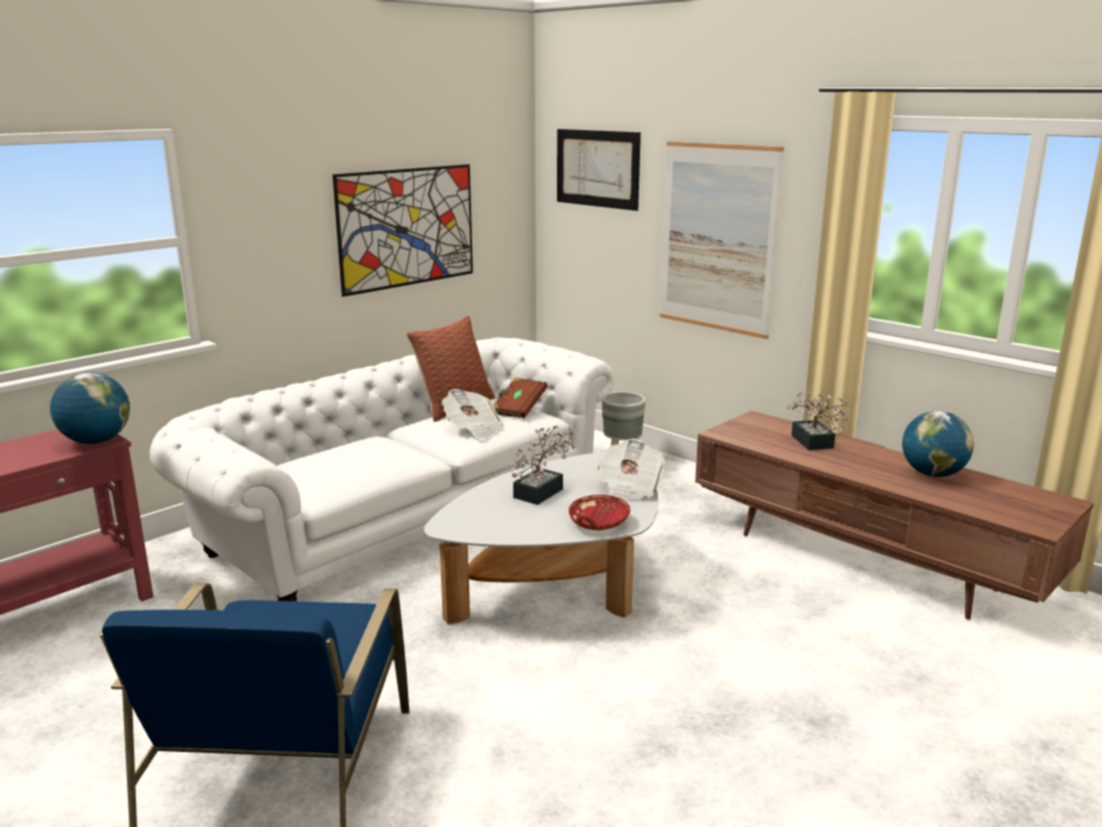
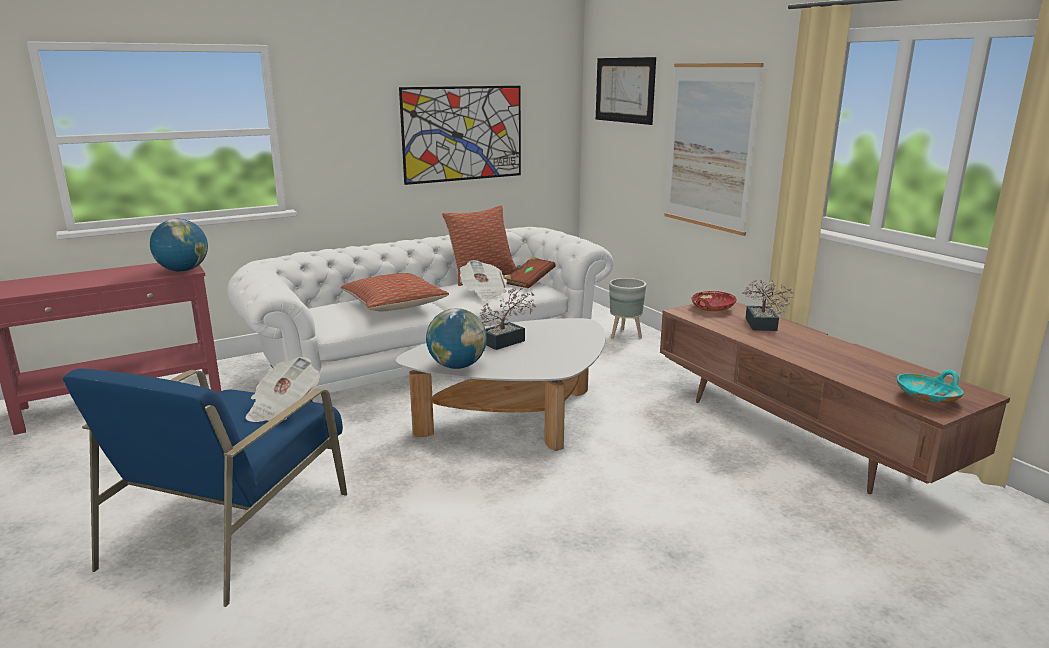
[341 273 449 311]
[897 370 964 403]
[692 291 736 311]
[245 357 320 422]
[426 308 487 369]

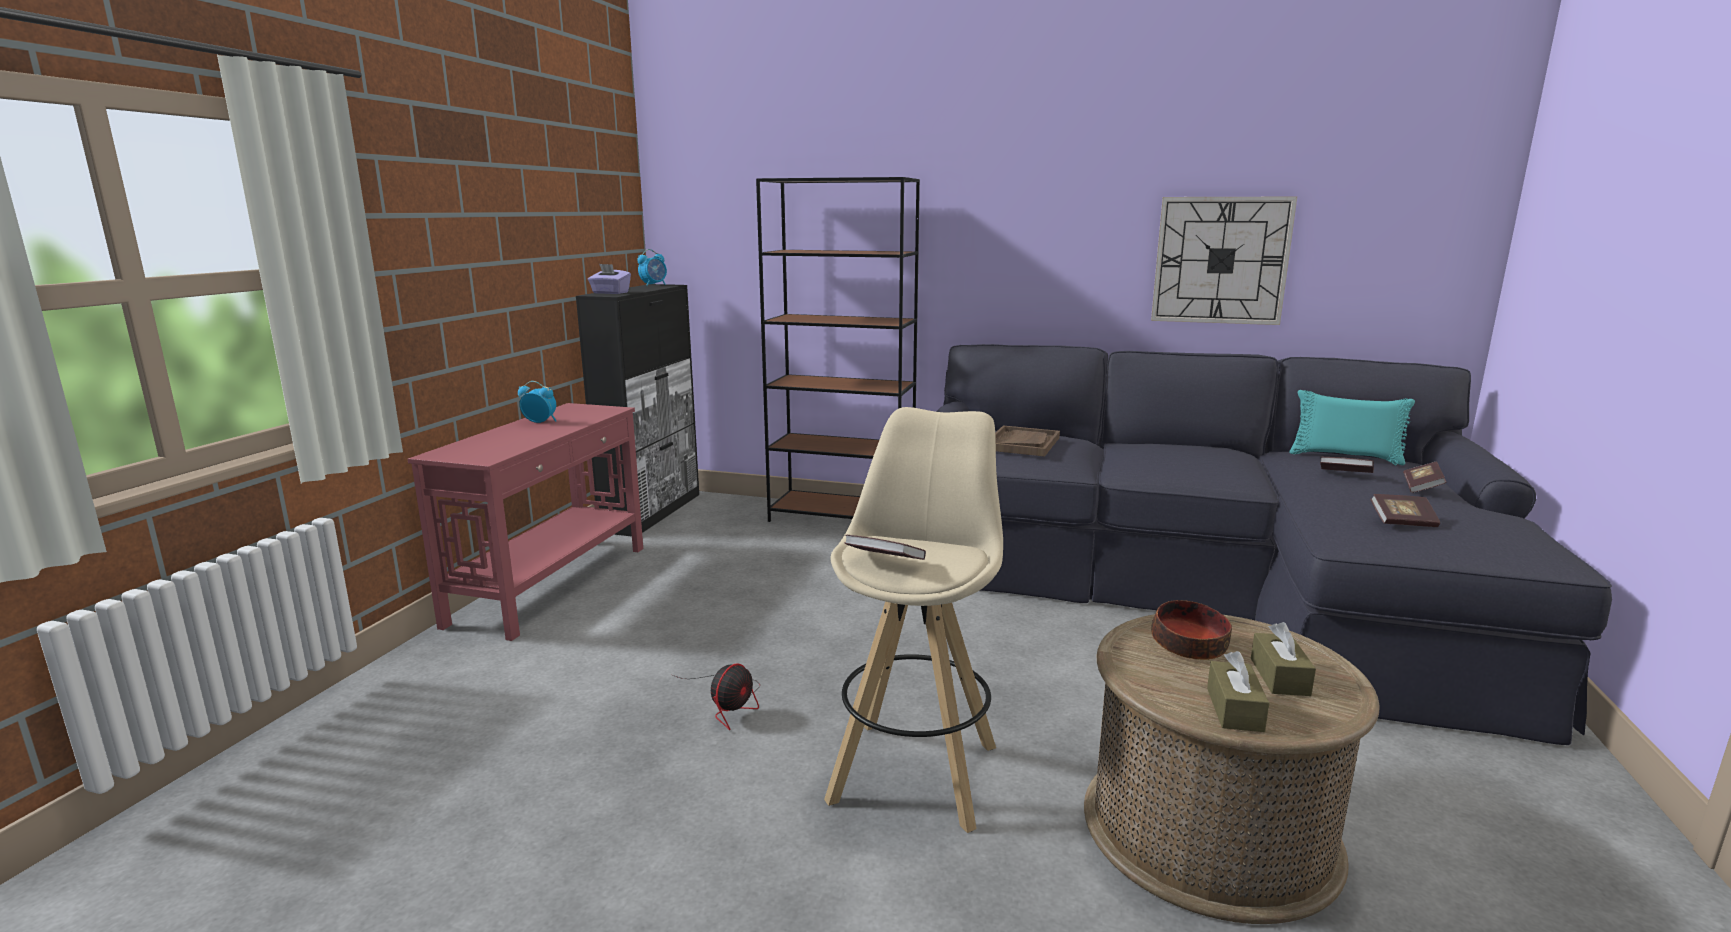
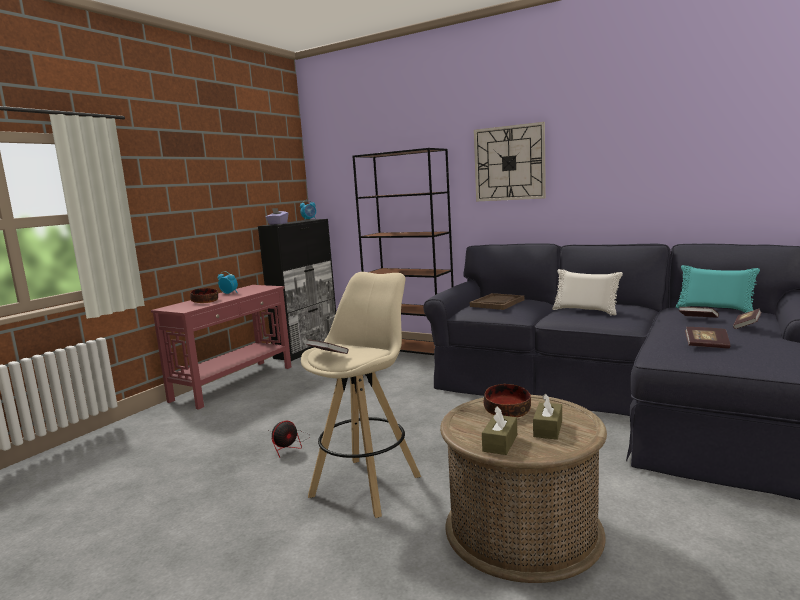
[190 288 218 303]
[552 269 623 315]
[474 122 546 202]

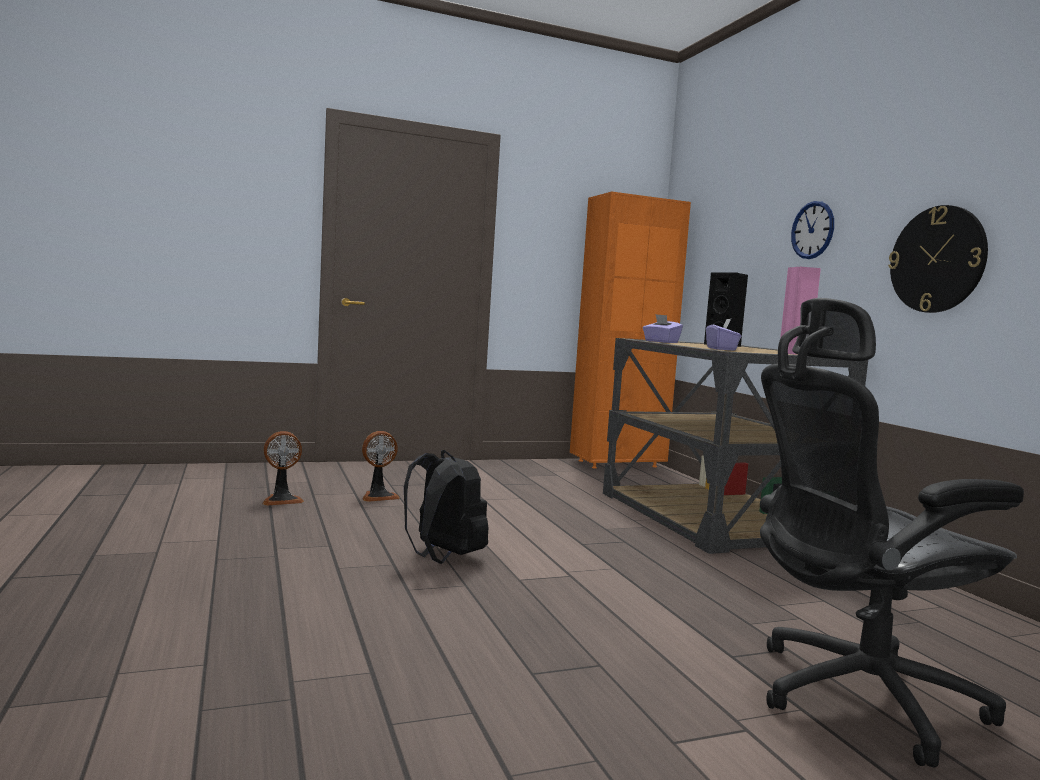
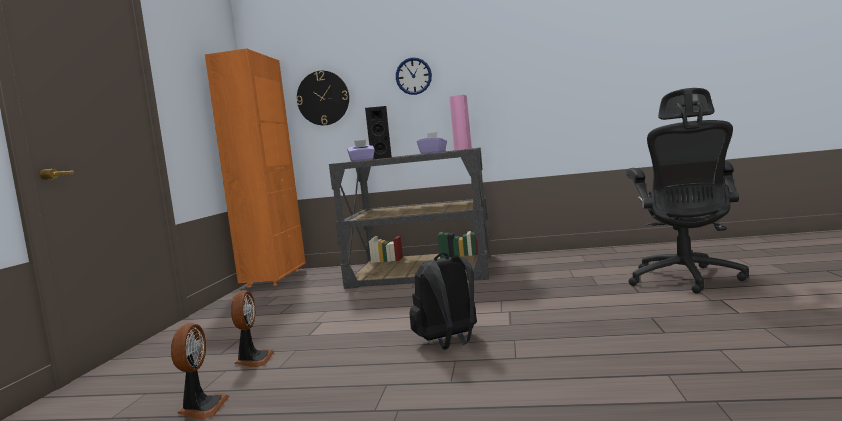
[296 71 349 125]

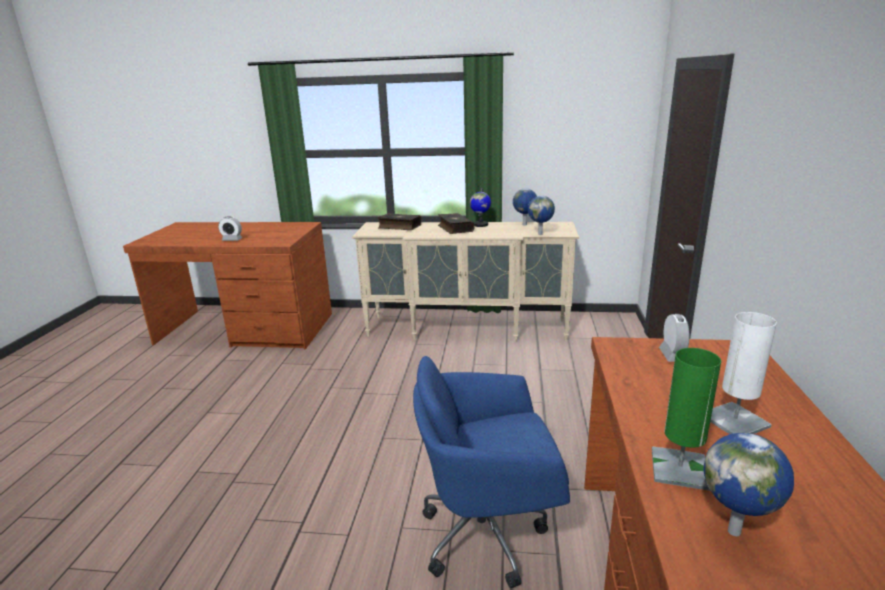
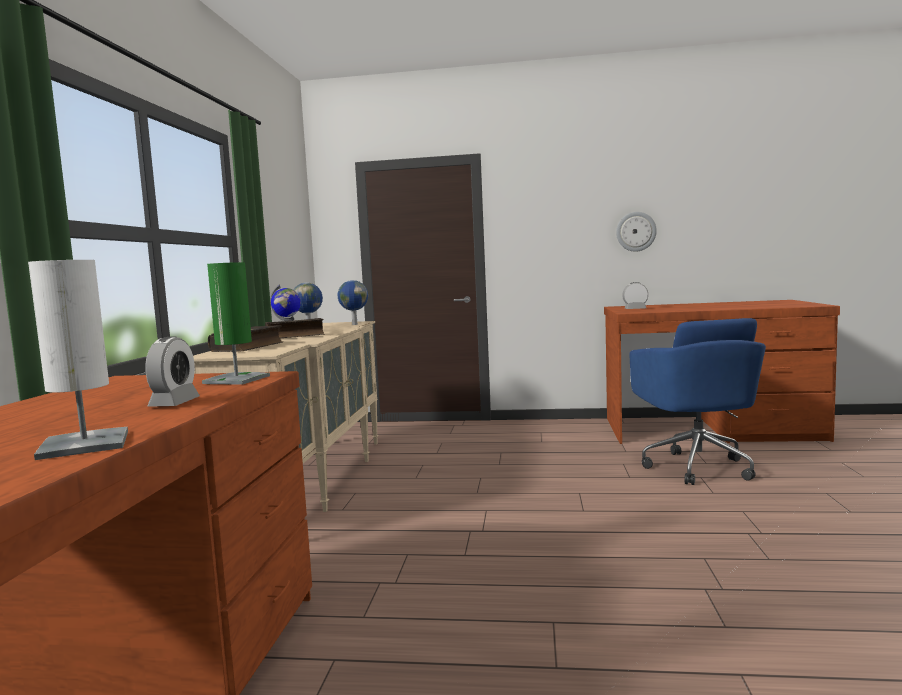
[703 433 794 536] (first image)
[616 212 657 252]
[202 262 270 385]
[28 260 128 460]

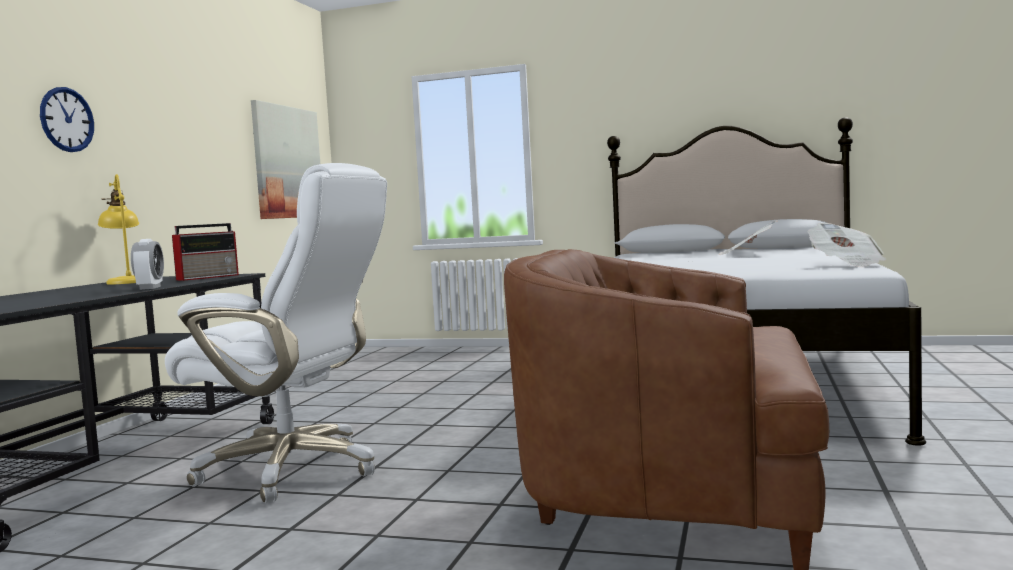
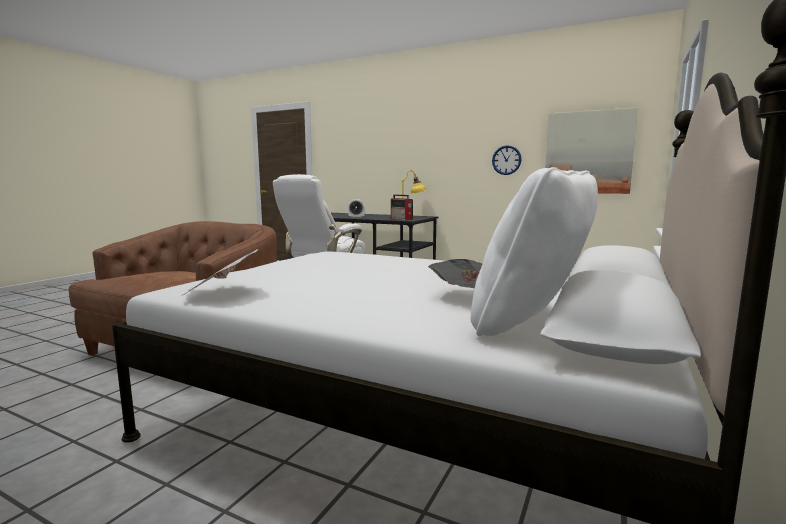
[470 167 598 336]
[492 145 521 175]

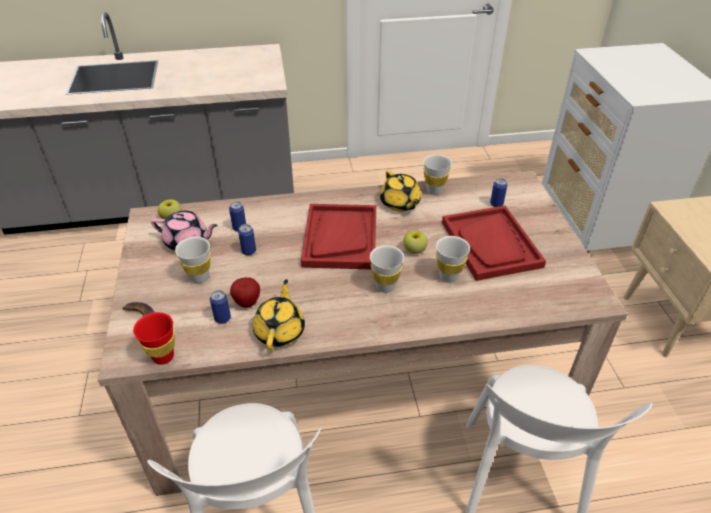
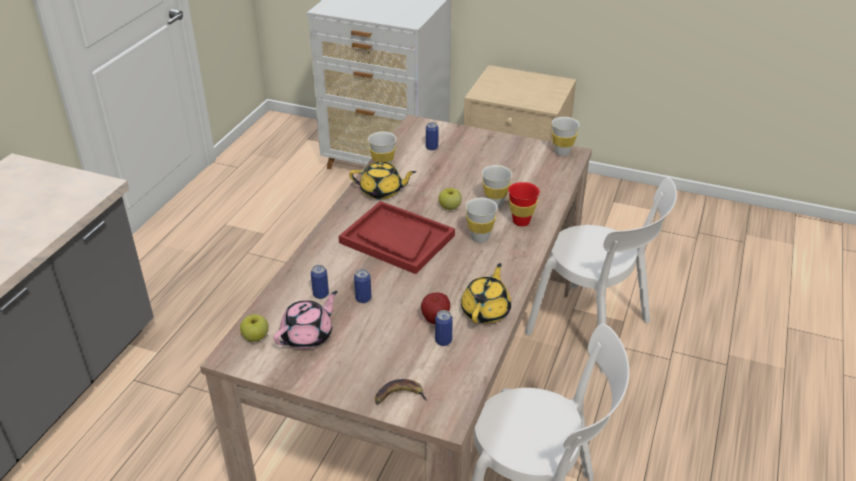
[442 206 546 281] (first image)
[508 182 540 226]
[552 117 580 156]
[461 263 511 324]

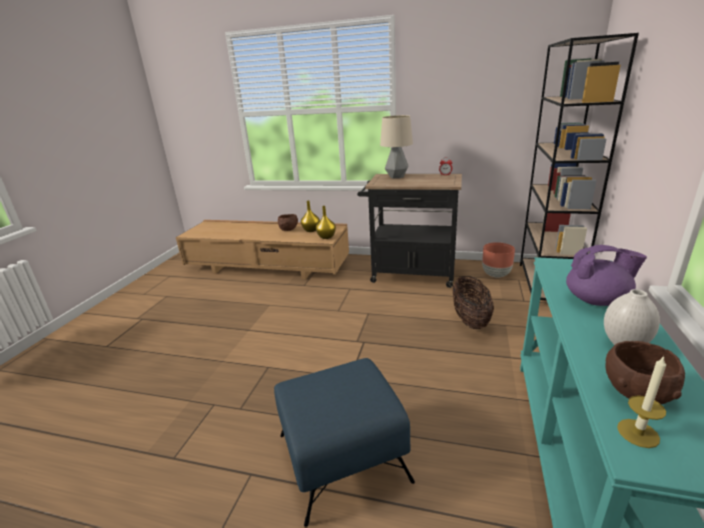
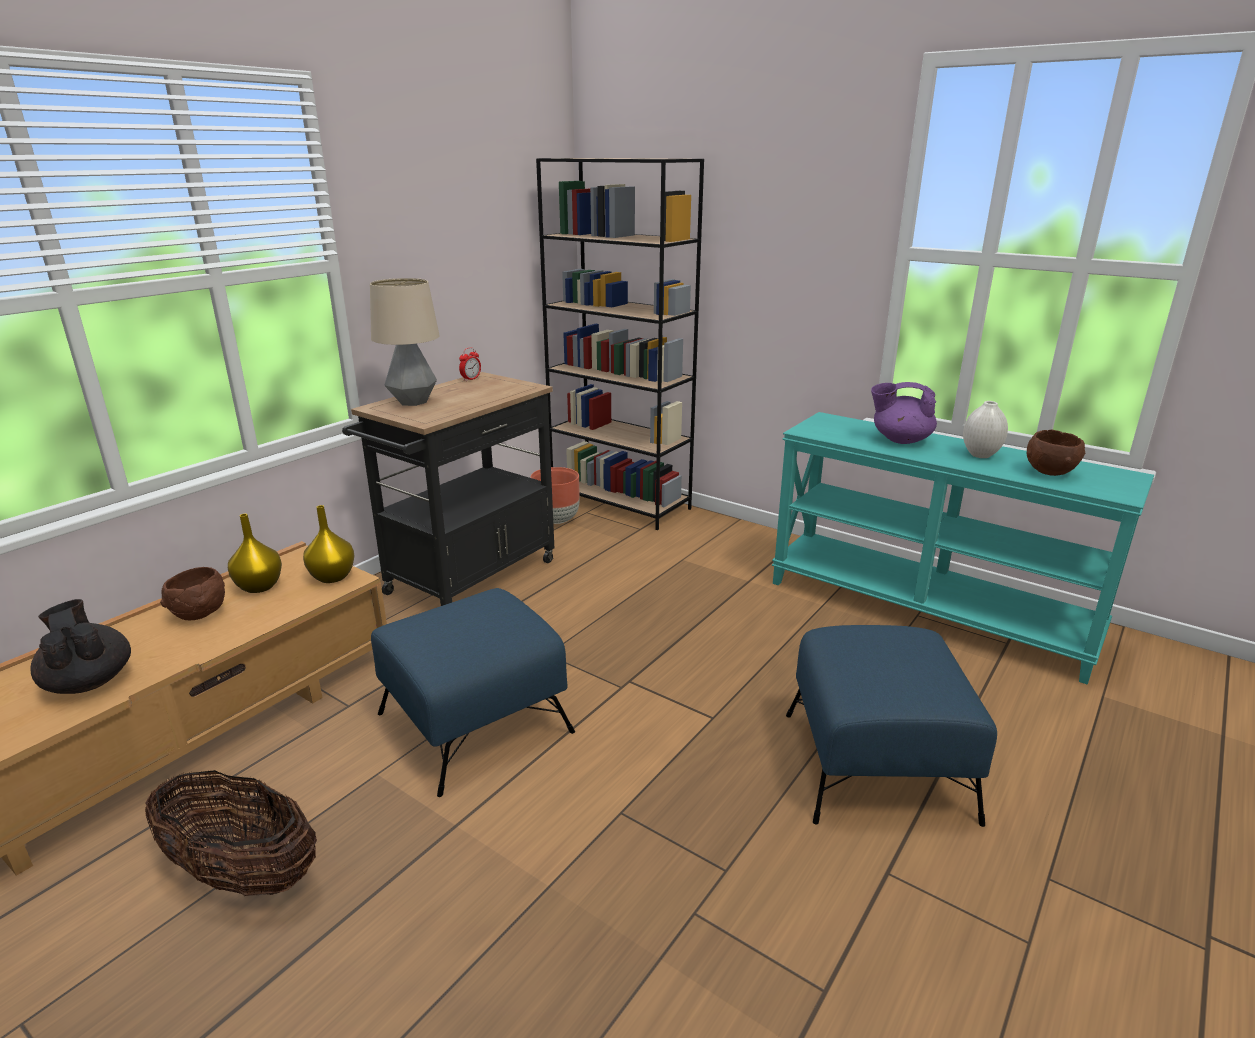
[617 355 666 448] (first image)
[30 599 131 694]
[371 588 575 797]
[145 770 317 896]
[871 382 937 444]

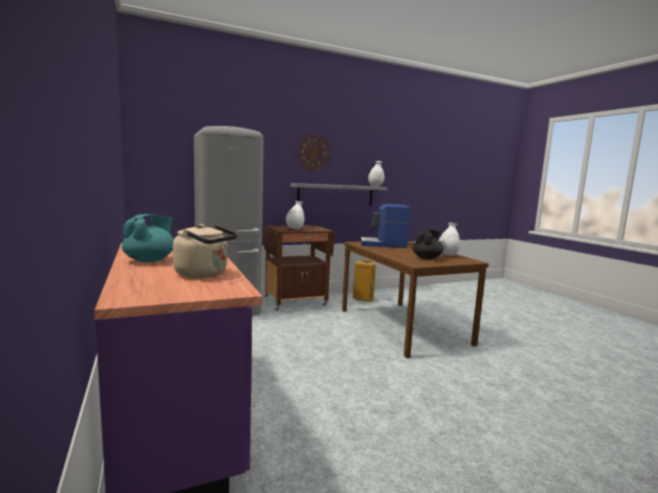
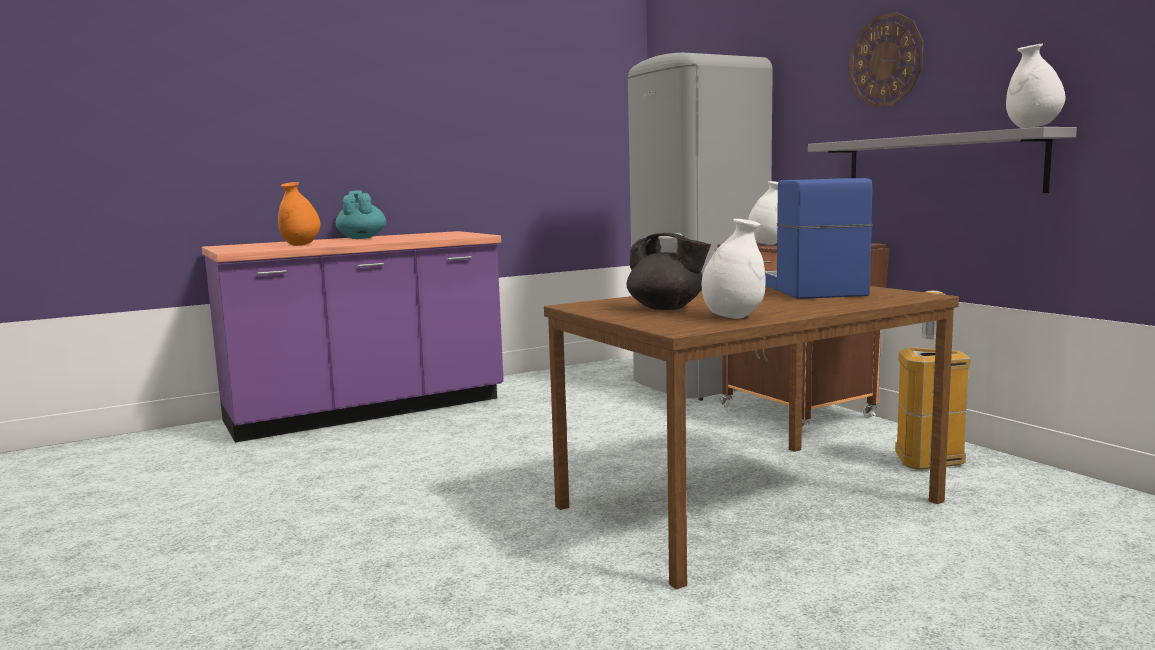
[278 182 321 246]
[336 190 386 239]

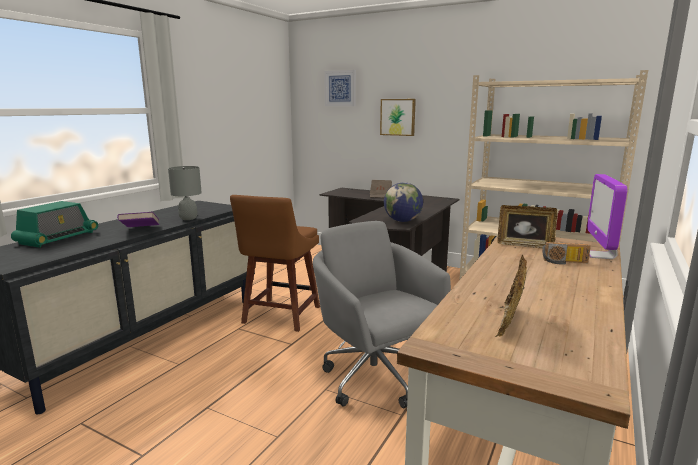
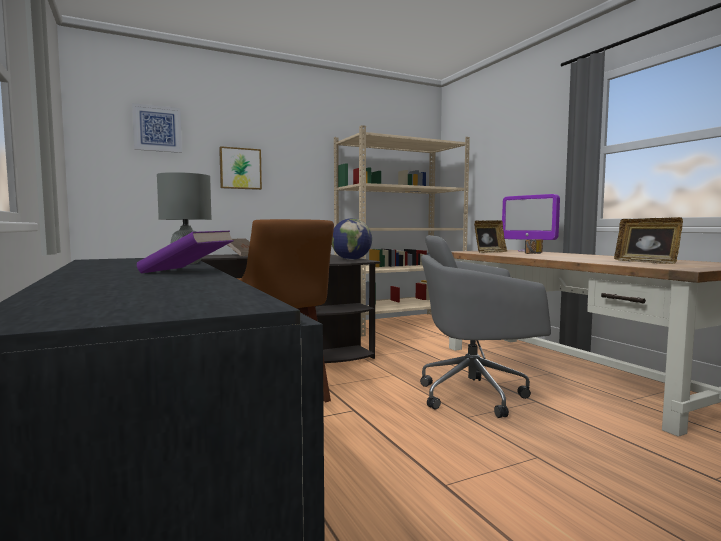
[11 201 98 248] (first image)

